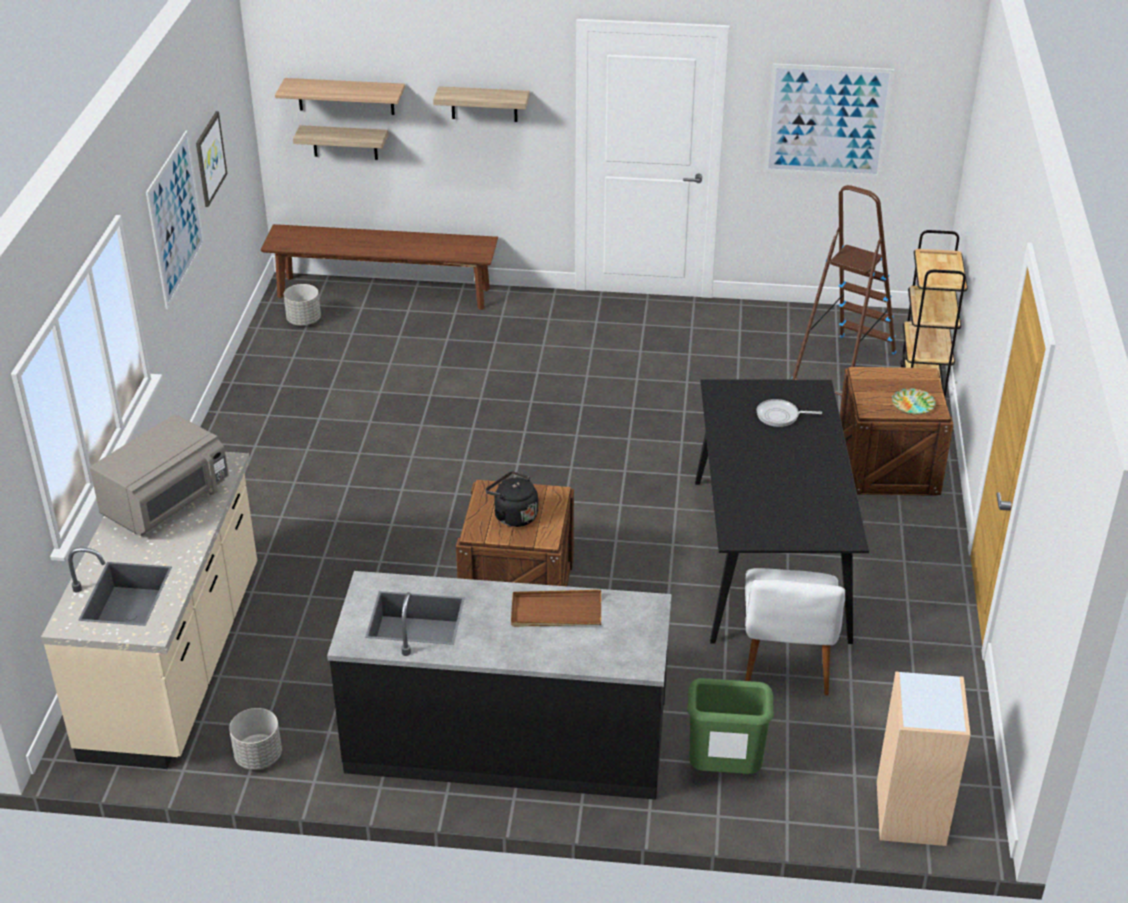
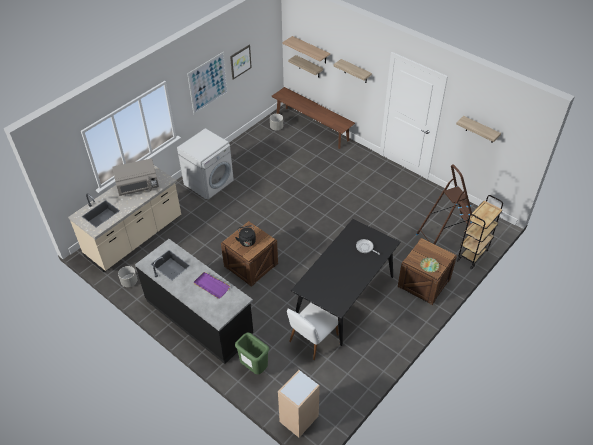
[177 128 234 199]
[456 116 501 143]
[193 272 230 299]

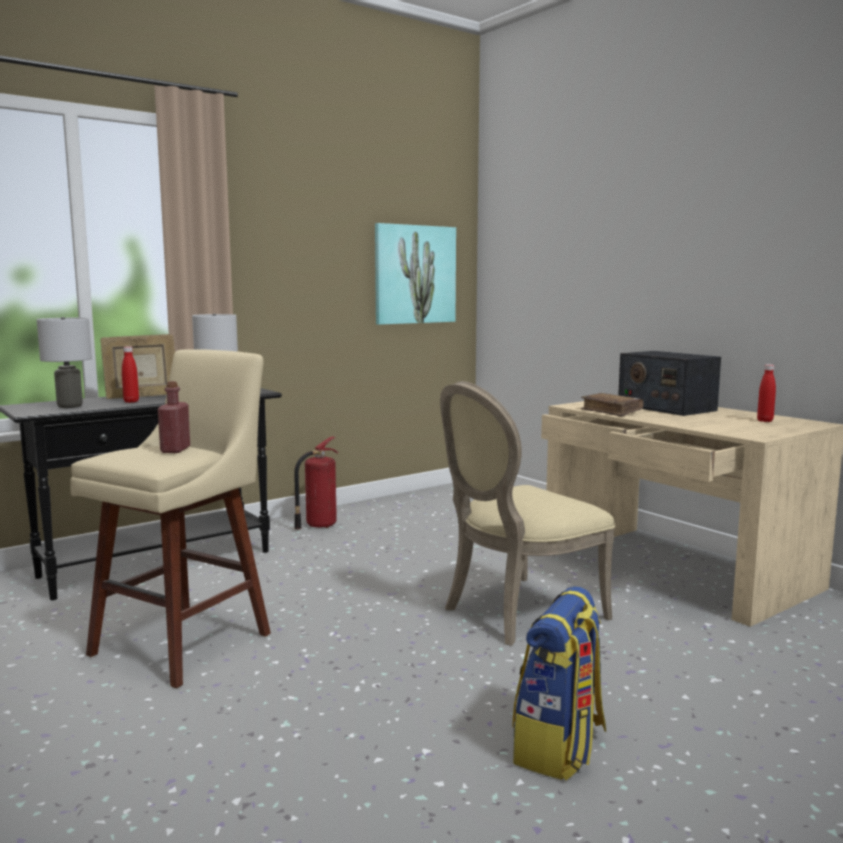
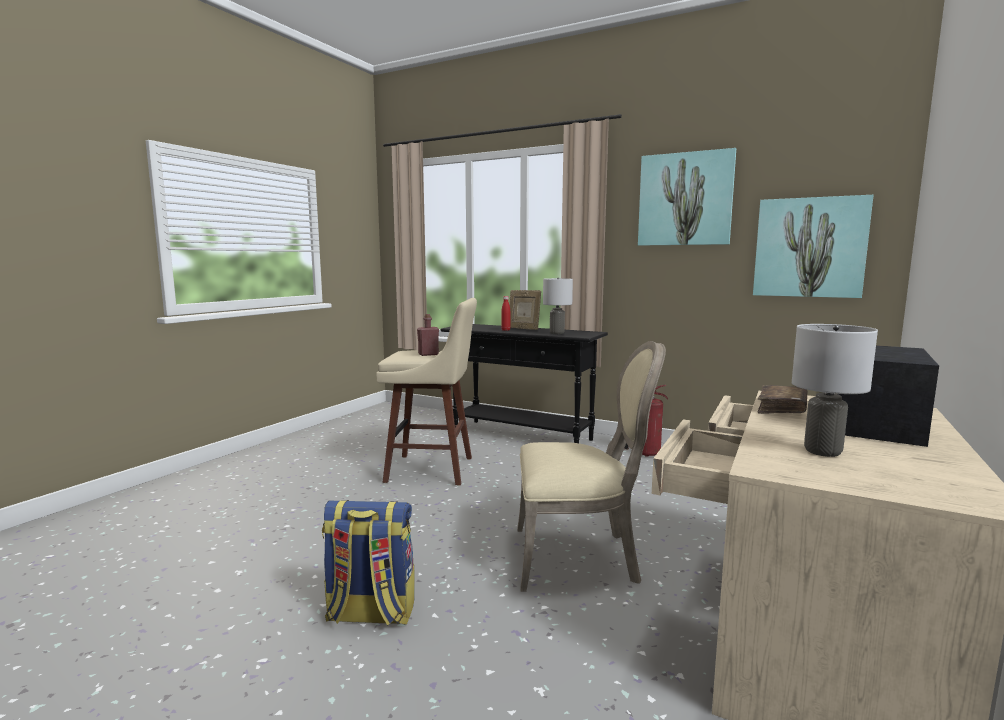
[757 364 776 422] (first image)
[638 148 736 246]
[792 324 878 457]
[517 341 666 592]

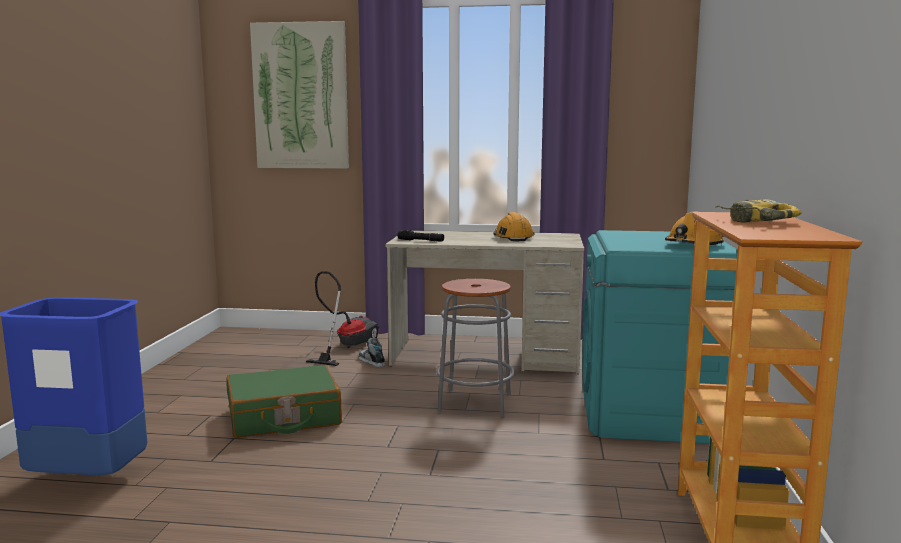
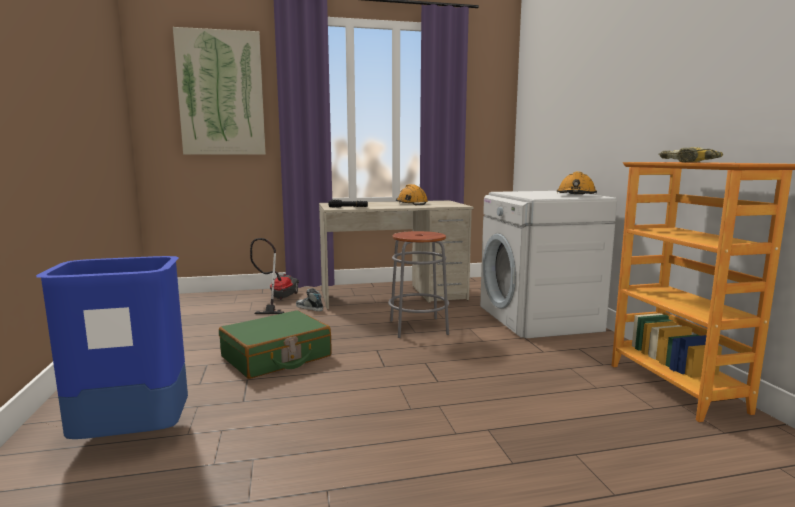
[480 191 617 338]

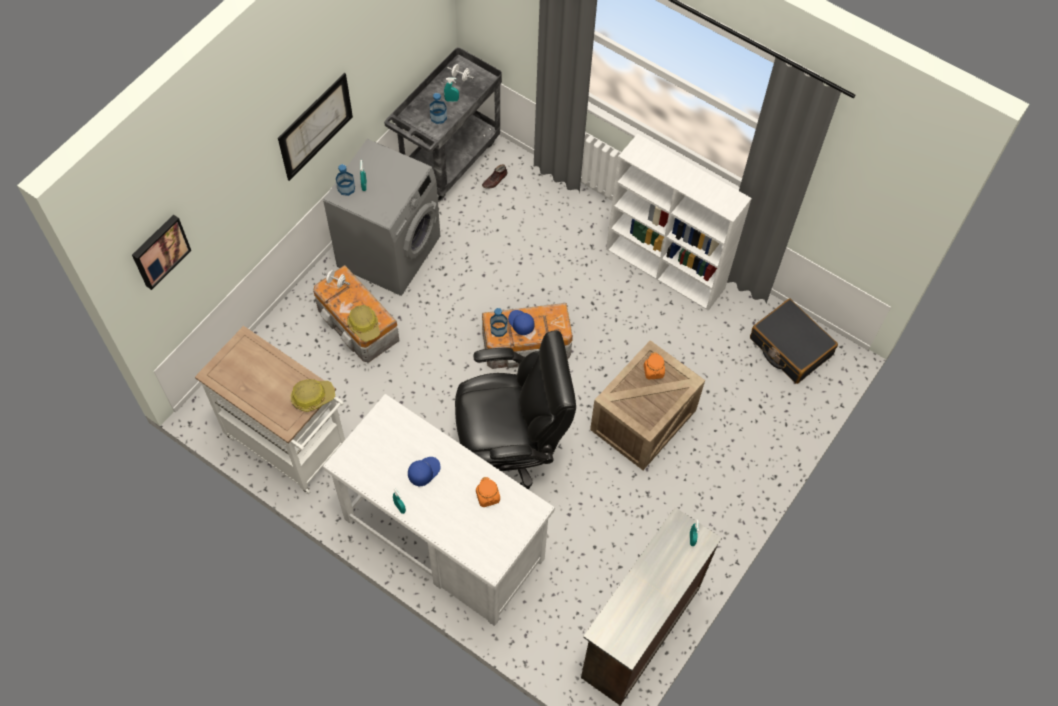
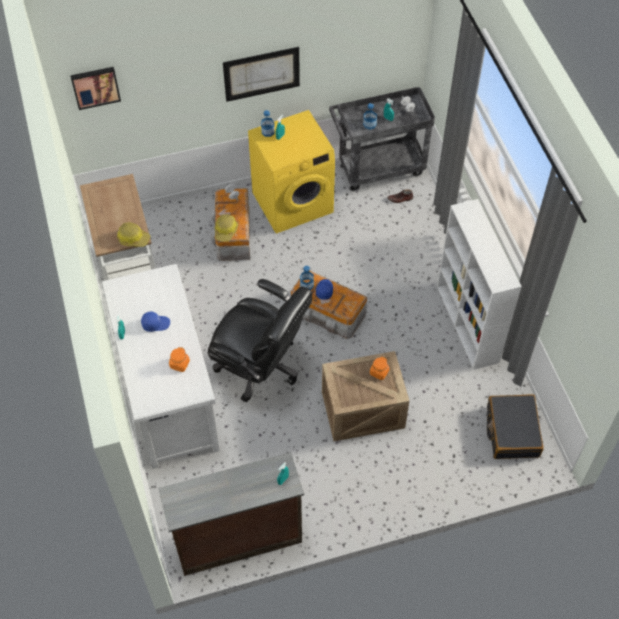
[248 110 335 234]

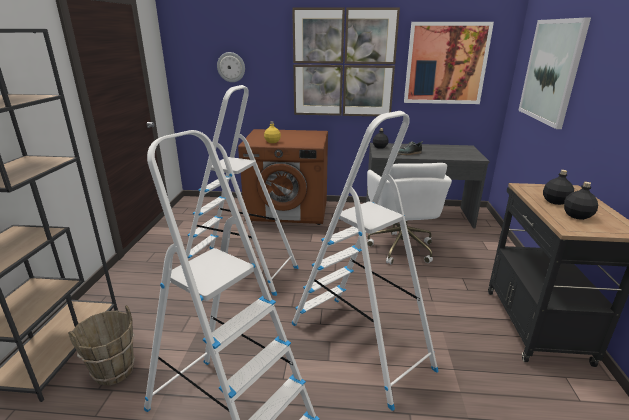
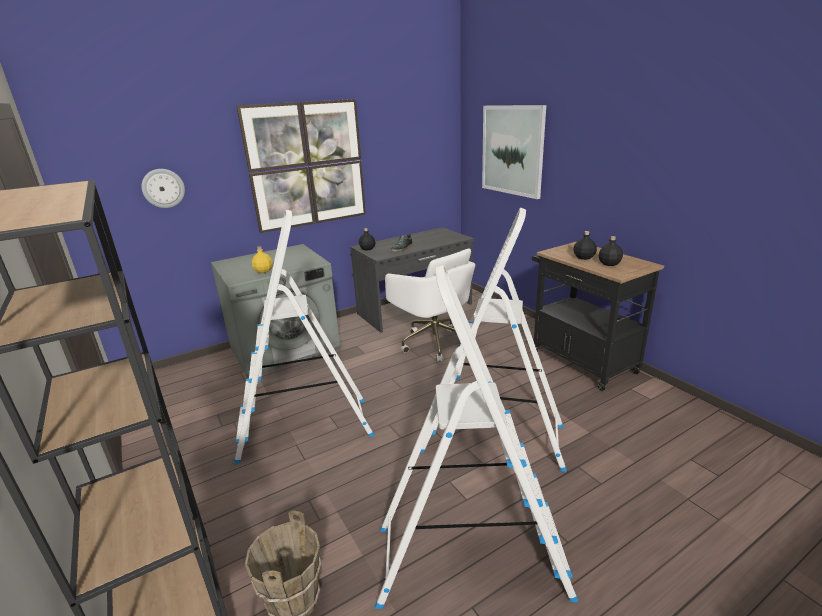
[404 22 494 104] (first image)
[211 244 340 377]

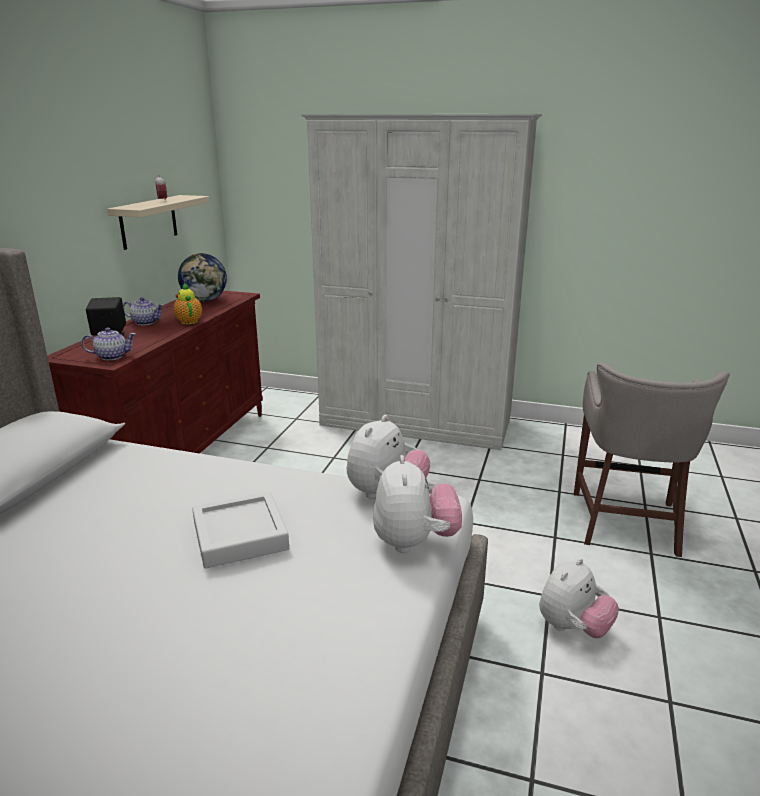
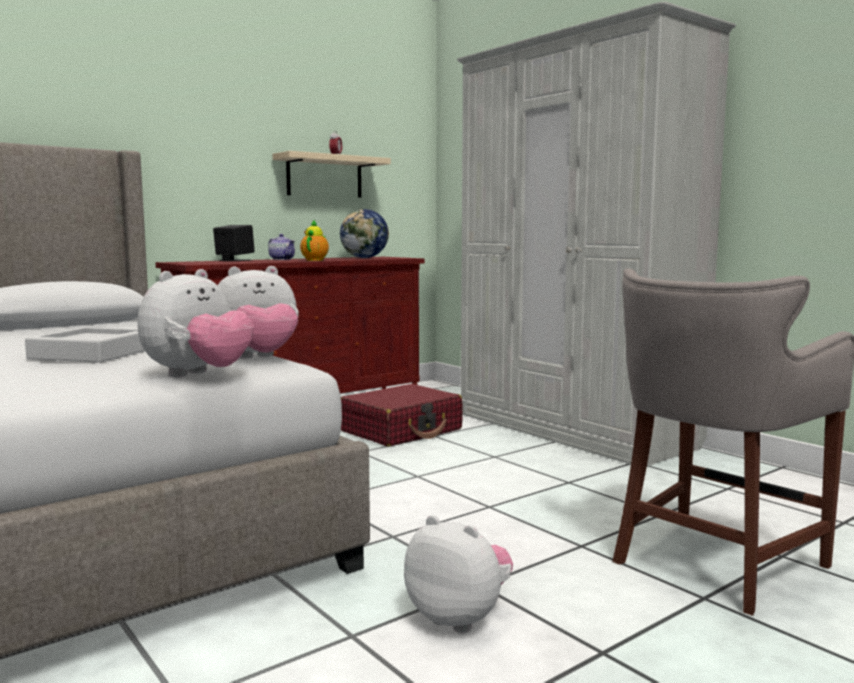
[81 328 136 360] (first image)
[341 384 463 446]
[404 515 513 633]

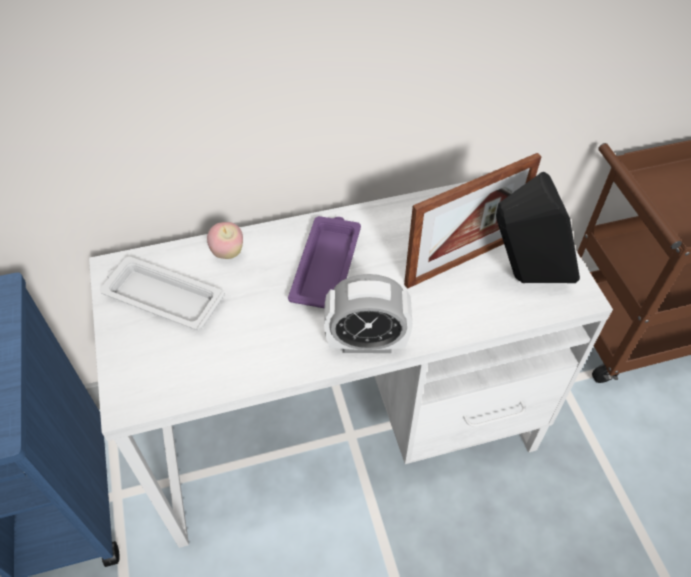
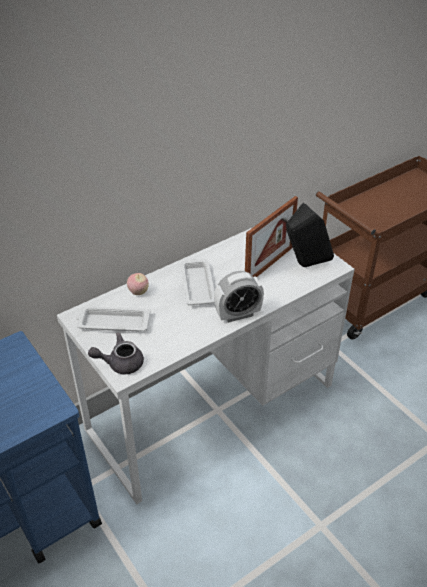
[88 333 144 374]
[181 259 214 305]

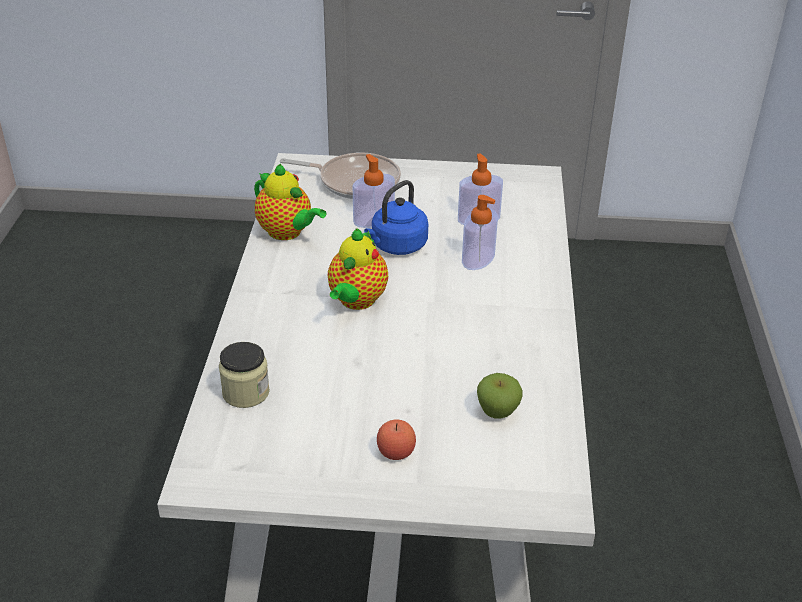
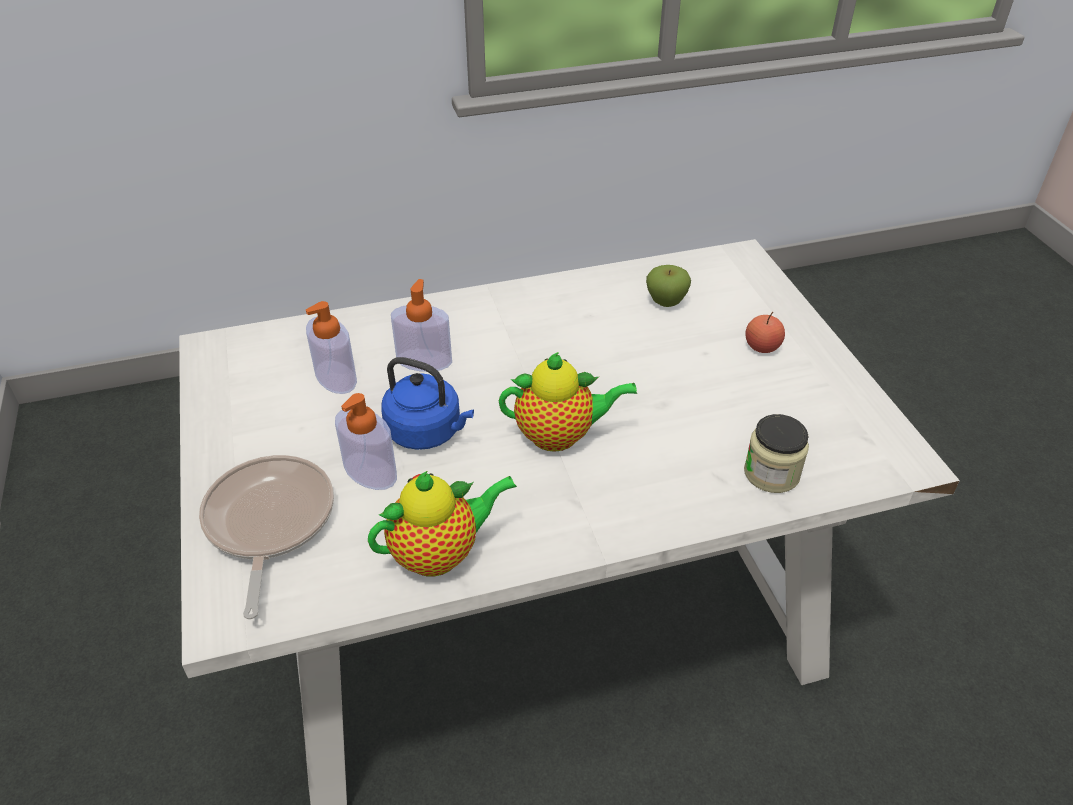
[368 470 517 576]

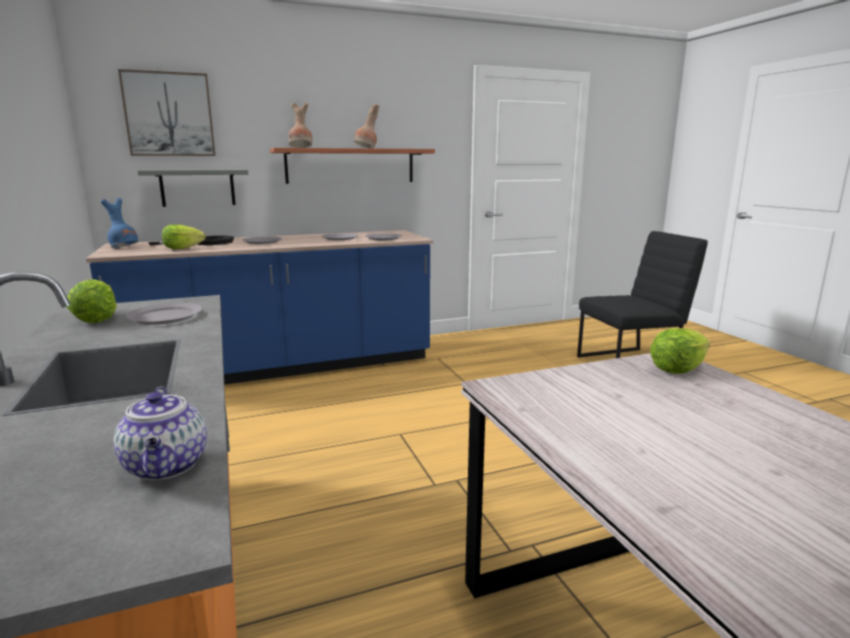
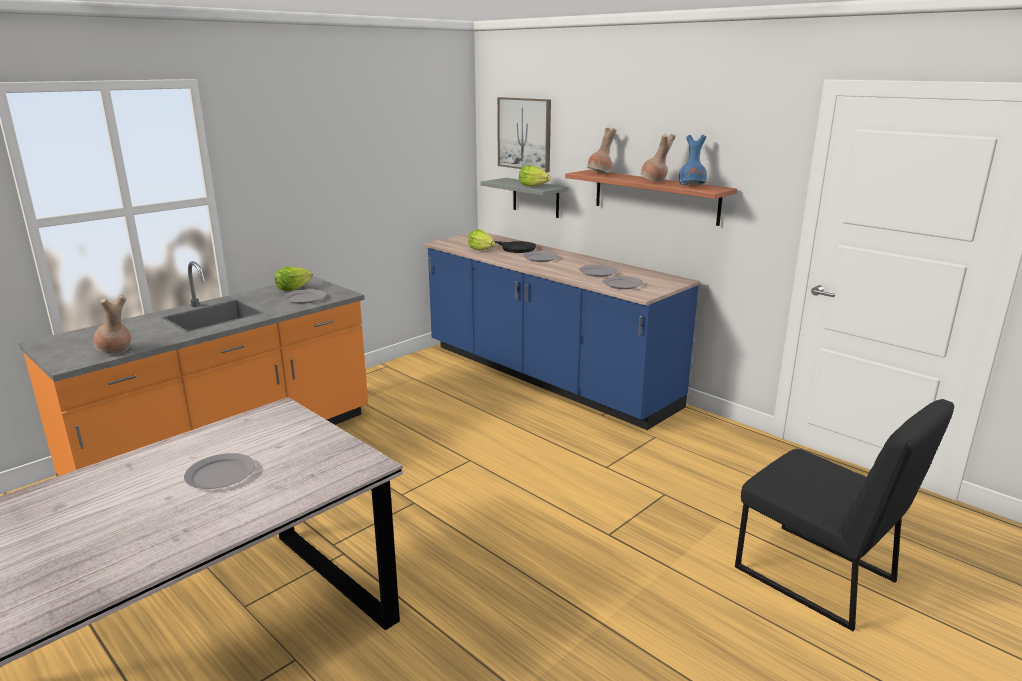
[184 453 255 489]
[679 135 707 185]
[519 165 550 187]
[94 295 131 354]

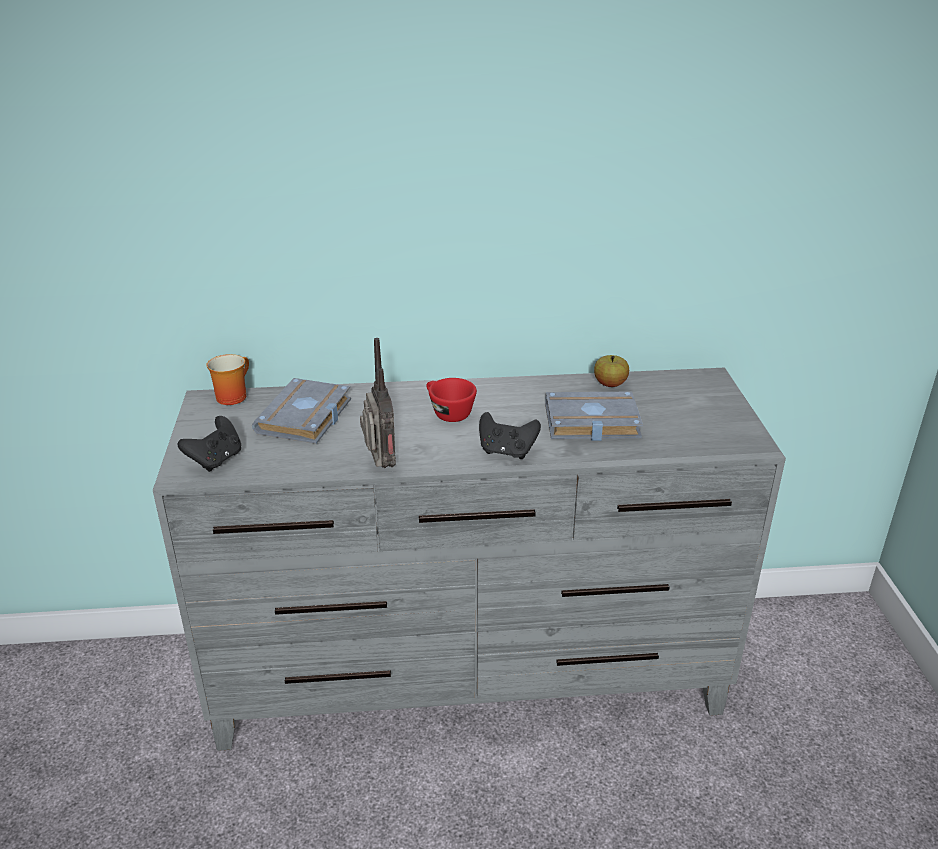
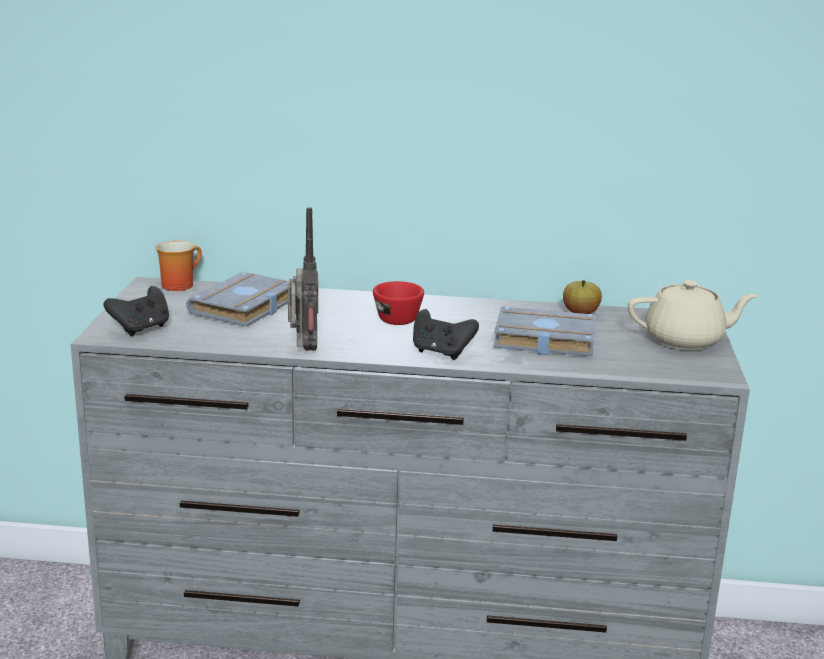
[628 280 757 350]

